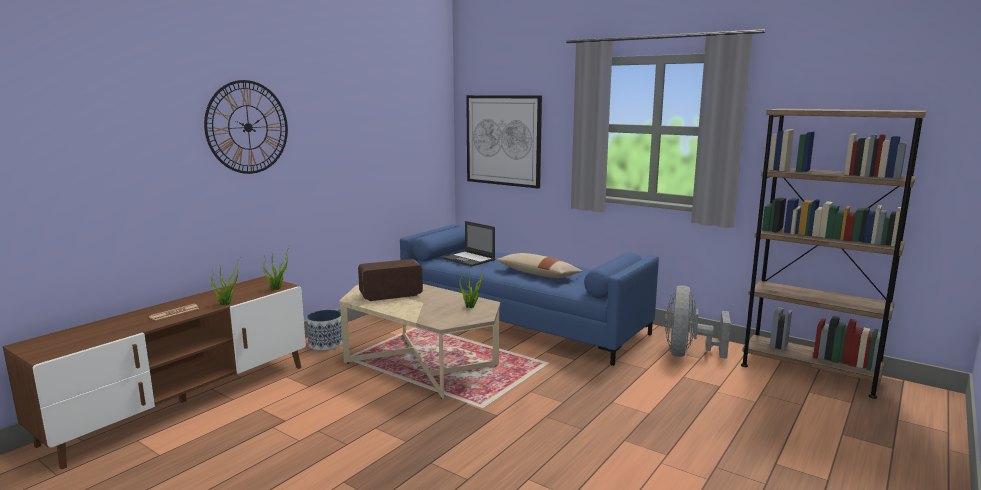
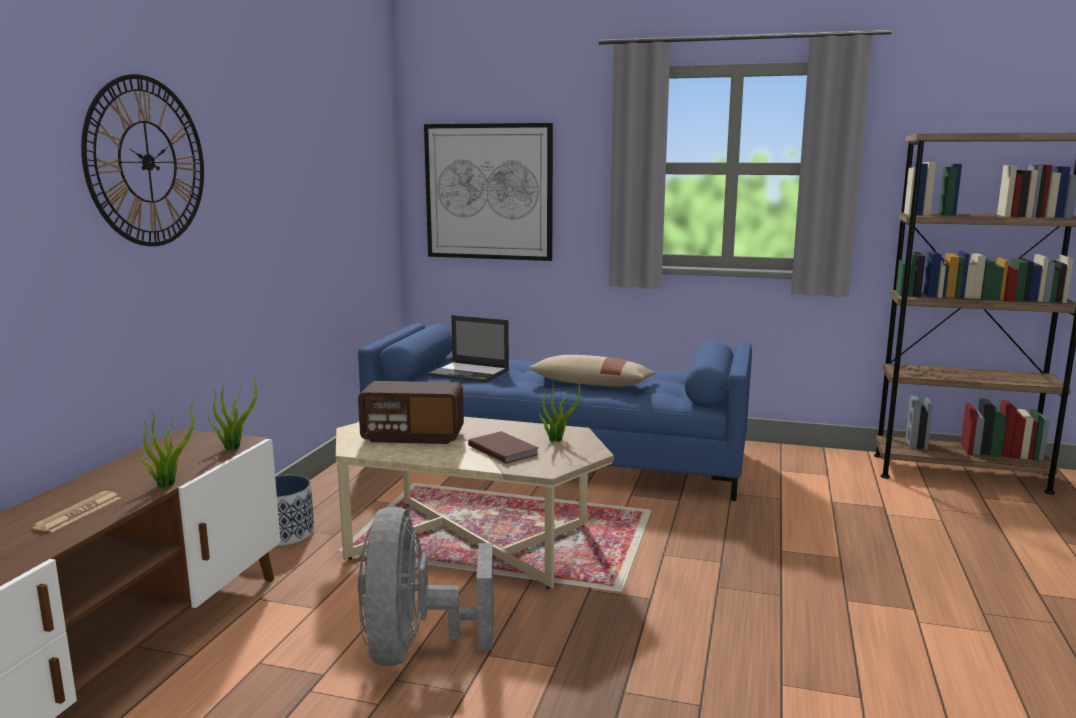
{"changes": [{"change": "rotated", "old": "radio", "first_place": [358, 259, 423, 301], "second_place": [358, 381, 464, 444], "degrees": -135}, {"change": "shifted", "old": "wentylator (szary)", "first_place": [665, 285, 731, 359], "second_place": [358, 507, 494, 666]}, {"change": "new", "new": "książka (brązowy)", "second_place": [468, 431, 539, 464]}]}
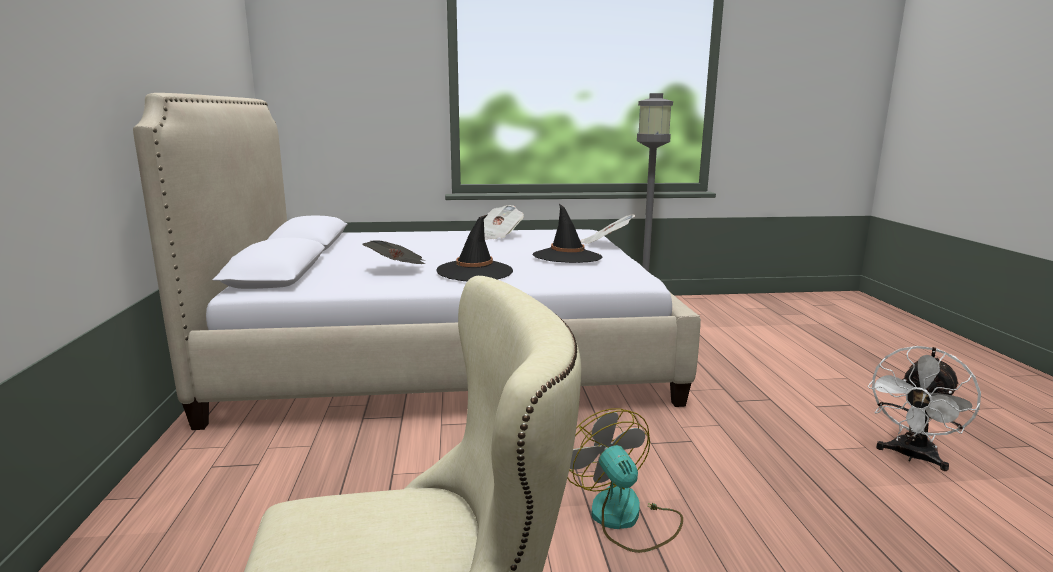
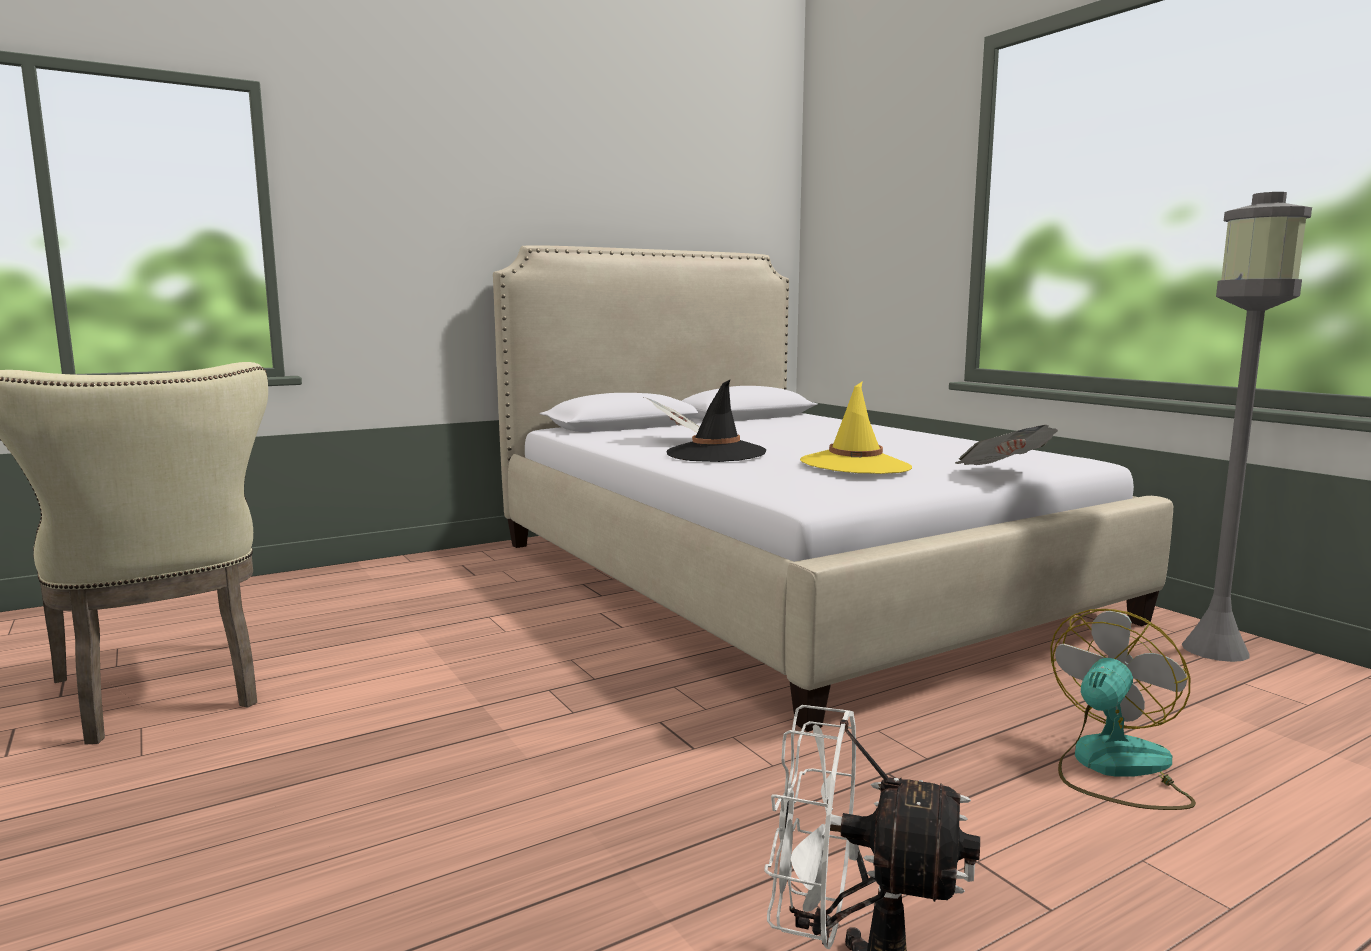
{"changes": [{"change": "gone", "old": "gazeta", "first_place": [484, 205, 524, 240]}, {"change": "repainted", "old": "kapelusz (czarny)", "new": "kapelusz (żółty)", "first_place": [532, 203, 603, 263], "second_place": [800, 381, 912, 474]}, {"change": "shifted", "old": "wentylator", "first_place": [567, 408, 683, 553], "second_place": [1050, 609, 1196, 810]}]}
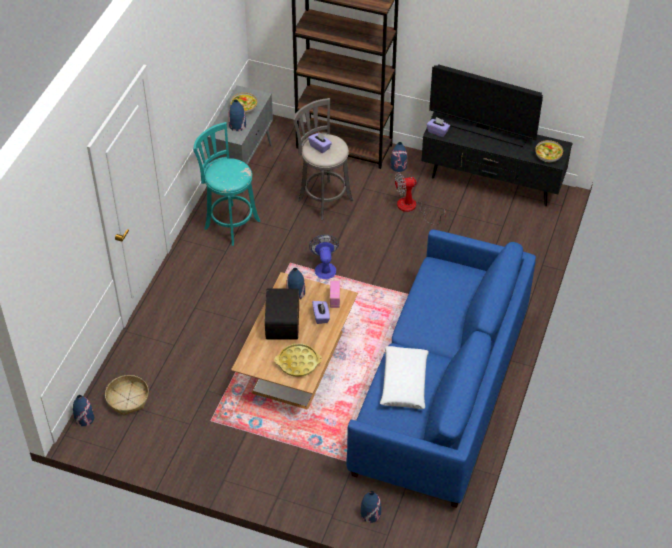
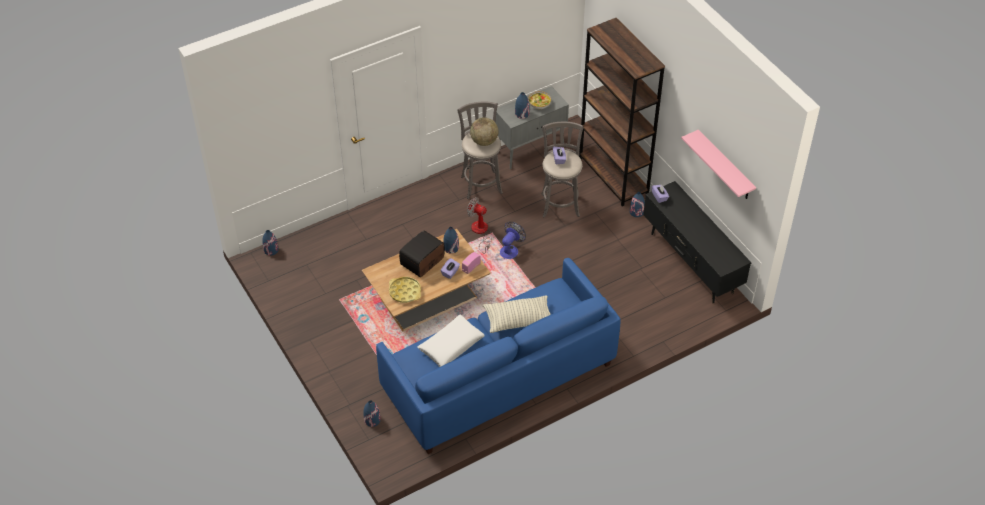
{"changes": [{"change": "gone", "old": "koszyk", "first_place": [105, 375, 149, 416]}, {"change": "repainted", "old": "stołek (turkusowy)", "new": "stołek (szary)", "first_place": [193, 122, 261, 246], "second_place": [457, 101, 503, 199]}, {"change": "shifted", "old": "wentylator", "first_place": [394, 172, 446, 225], "second_place": [467, 197, 492, 254]}, {"change": "gone", "old": "telewizor", "first_place": [429, 64, 543, 147]}, {"change": "gone", "old": "miska", "first_place": [535, 140, 563, 162]}, {"change": "new", "new": "globus", "second_place": [470, 117, 498, 146]}, {"change": "new", "new": "poduszka", "second_place": [483, 295, 551, 333]}, {"change": "new", "new": "półka (różowy)", "second_place": [681, 129, 756, 199]}]}
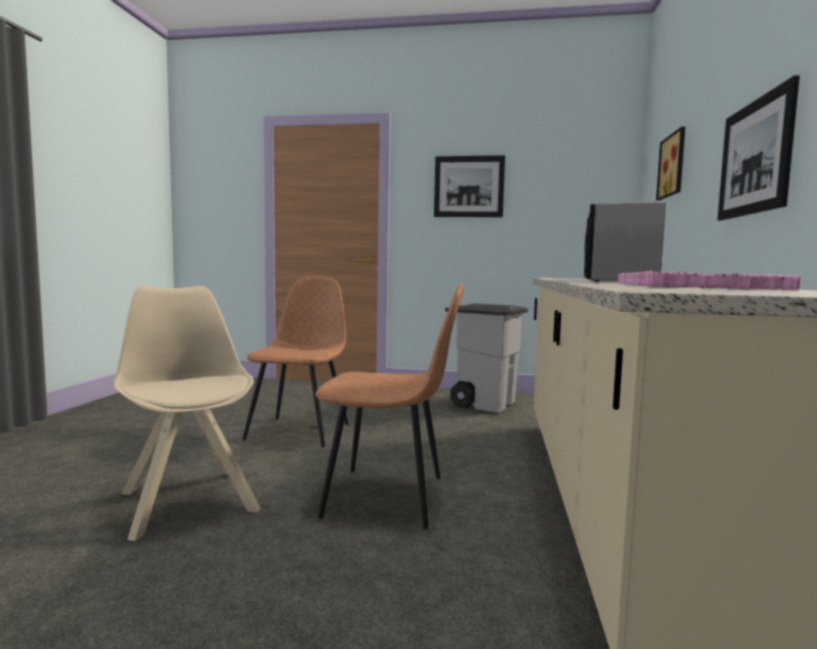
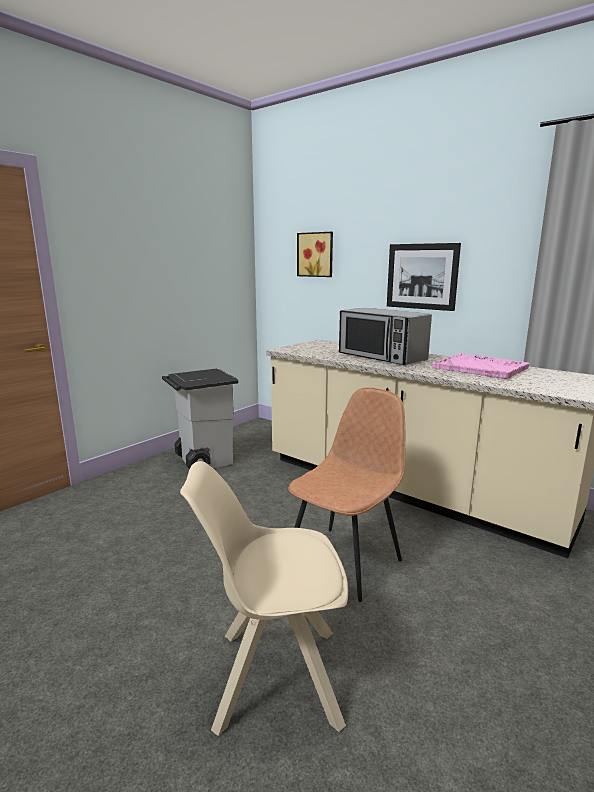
{"changes": [{"change": "gone", "old": "krzesło (brązowy)", "first_place": [242, 276, 349, 447]}, {"change": "gone", "old": "obraz", "first_place": [434, 155, 505, 217]}]}
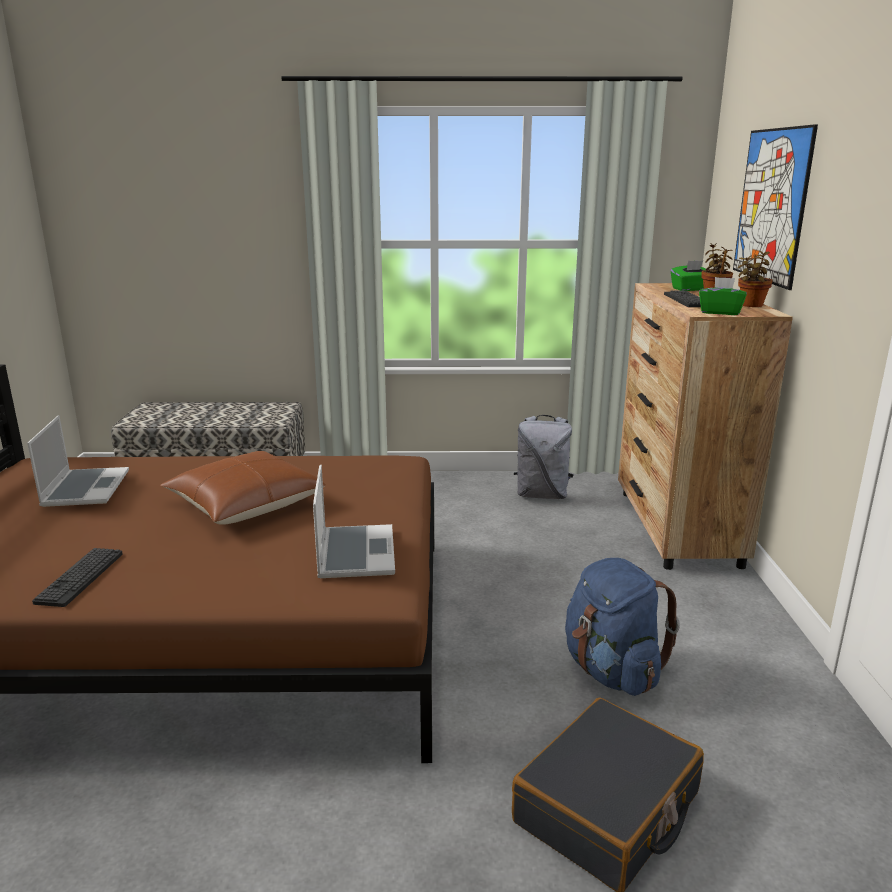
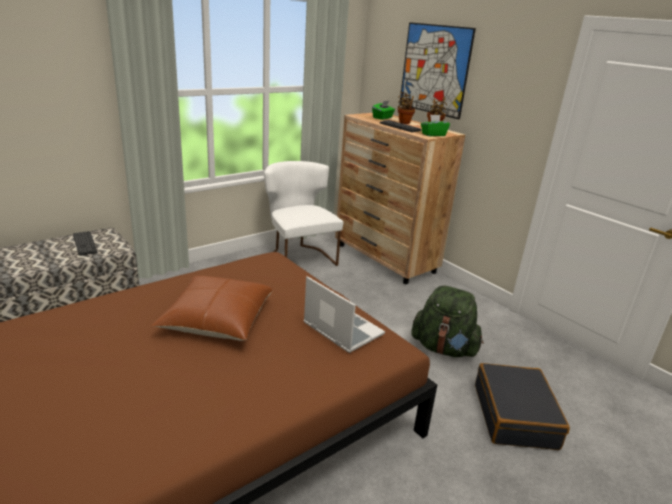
{"changes": [{"change": "gone", "old": "laptop", "first_place": [27, 415, 129, 507]}, {"change": "shifted", "old": "klawiatura", "first_place": [32, 548, 123, 607], "second_place": [73, 231, 98, 256]}, {"change": "swapped", "old": "plecak (szary)", "new": "krzesło (biały)", "first_place": [514, 415, 573, 499], "second_place": [264, 161, 343, 266]}, {"change": "repainted", "old": "plecak (niebieski)", "new": "plecak (zielony)", "first_place": [565, 558, 680, 696], "second_place": [411, 286, 484, 357]}]}
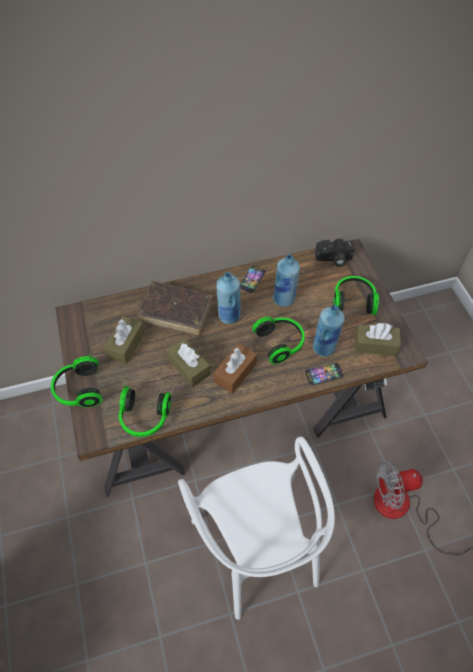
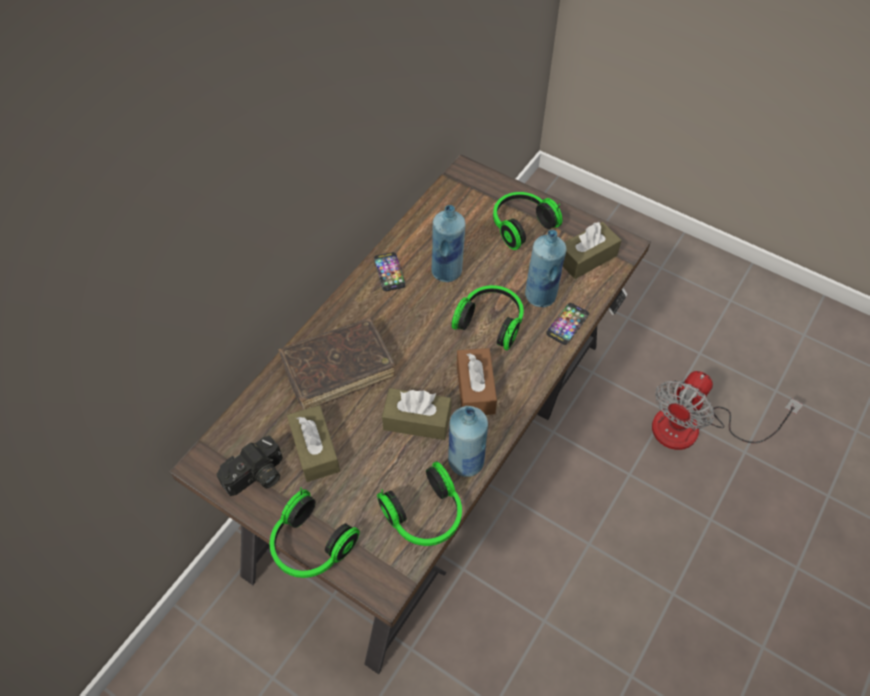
{"changes": [{"change": "gone", "old": "krzesło (biały)", "first_place": [178, 436, 335, 620]}, {"change": "shifted", "old": "butelka (niebieski)", "first_place": [216, 272, 241, 324], "second_place": [448, 406, 488, 477]}, {"change": "shifted", "old": "aparat fotograficzny", "first_place": [315, 239, 354, 267], "second_place": [216, 436, 283, 496]}]}
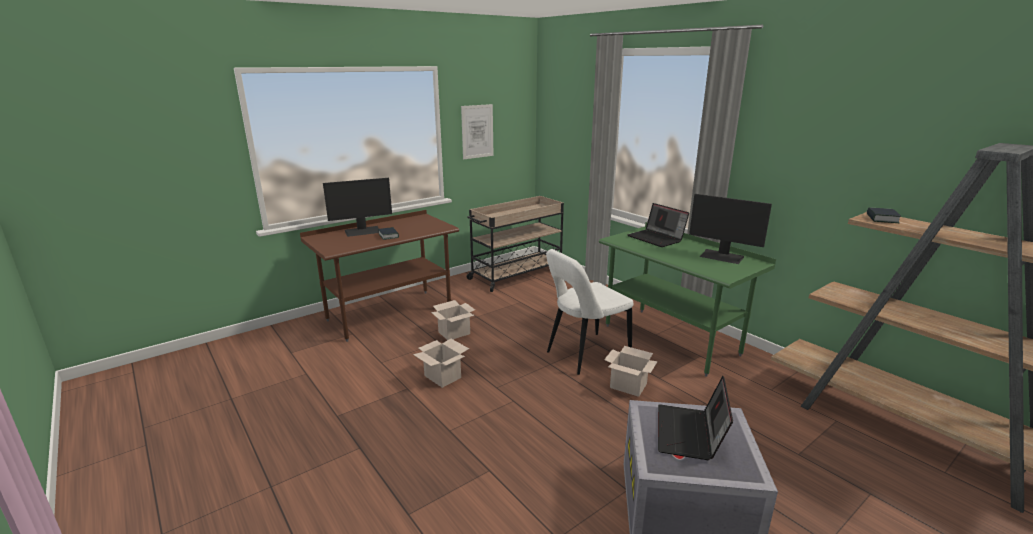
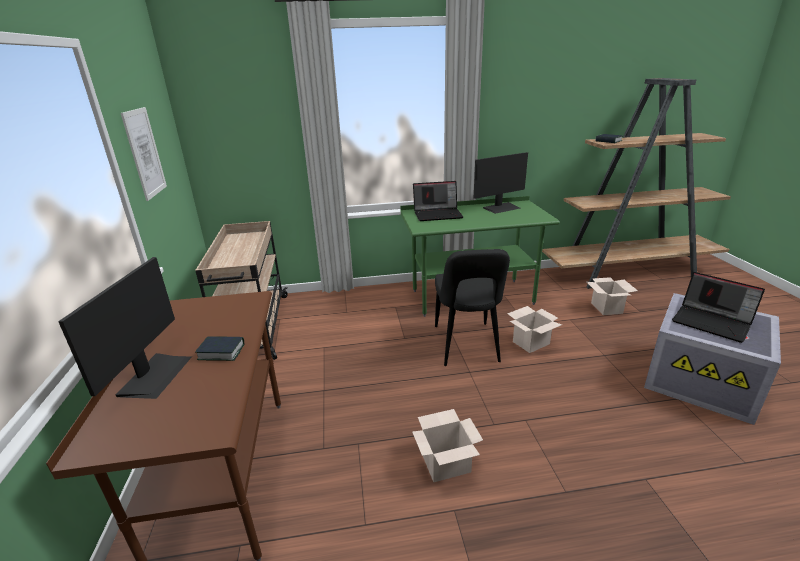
{"changes": [{"change": "shifted", "old": "karton", "first_place": [431, 300, 475, 340], "second_place": [587, 277, 638, 315]}, {"change": "repainted", "old": "krzesło (biały)", "new": "krzesło (czarny)", "first_place": [546, 249, 633, 375], "second_place": [435, 249, 510, 366]}]}
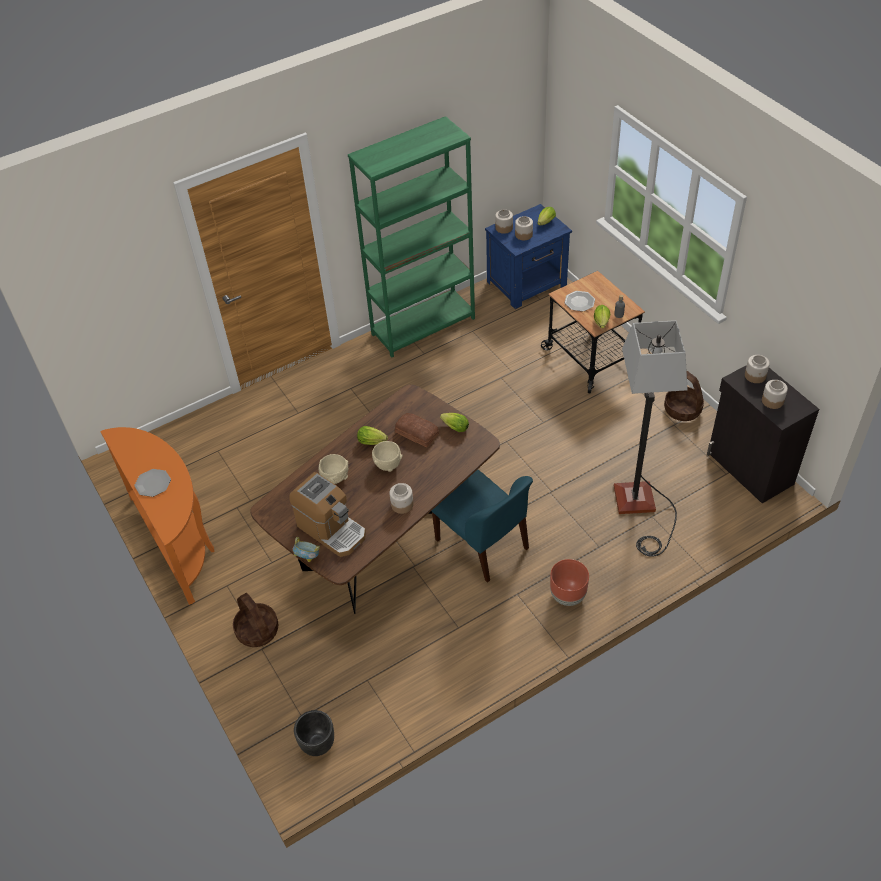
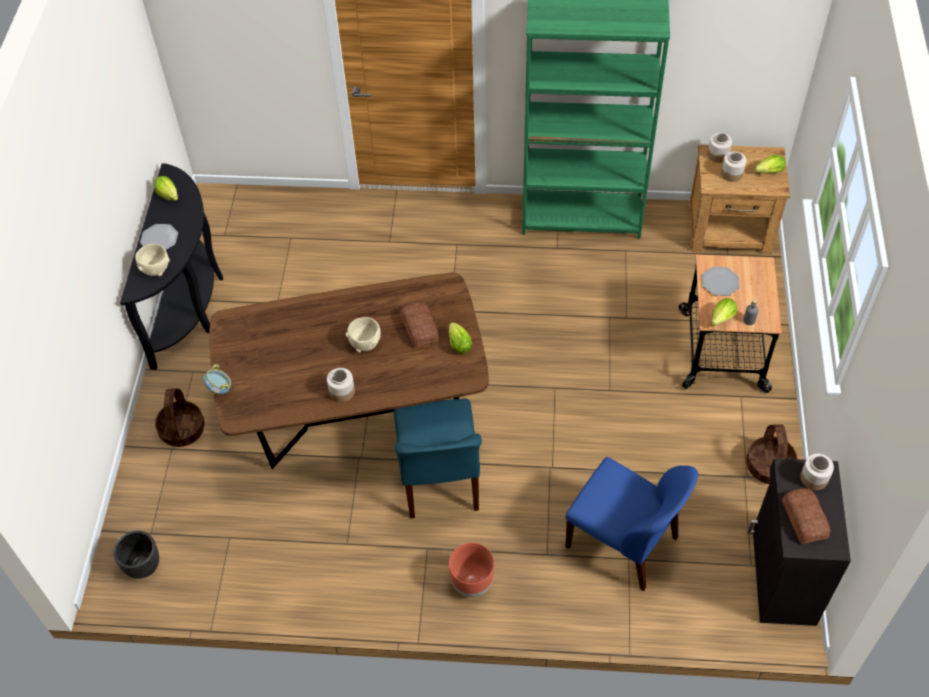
{"changes": [{"change": "repainted", "old": "stolik konsolowy (pomarańczowy)", "new": "stolik konsolowy (czarny)", "first_place": [100, 427, 215, 605], "second_place": [120, 163, 223, 370]}, {"change": "gone", "old": "ekspres do kawy", "first_place": [289, 472, 366, 557]}, {"change": "shifted", "old": "miska (beżowy)", "first_place": [319, 454, 349, 484], "second_place": [135, 244, 170, 276]}, {"change": "shifted", "old": "sałata", "first_place": [357, 426, 388, 445], "second_place": [154, 176, 178, 201]}, {"change": "repainted", "old": "szafka nocna (niebieski)", "new": "szafka nocna (brązowy)", "first_place": [485, 204, 572, 309], "second_place": [689, 145, 790, 254]}, {"change": "swapped", "old": "lampa stojąca", "new": "krzesło (niebieski)", "first_place": [614, 320, 688, 557], "second_place": [565, 457, 699, 591]}, {"change": "swapped", "old": "słoik", "new": "chleb", "first_place": [762, 380, 788, 409], "second_place": [782, 488, 831, 544]}]}
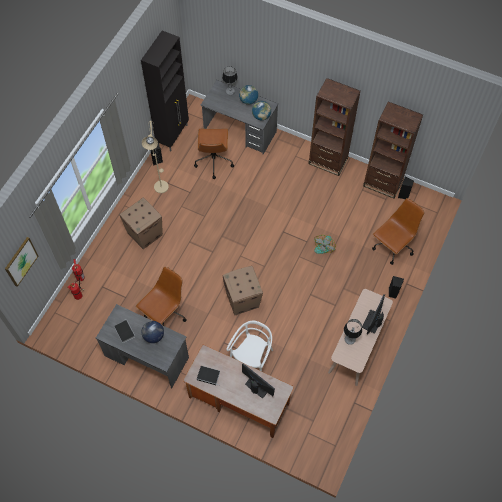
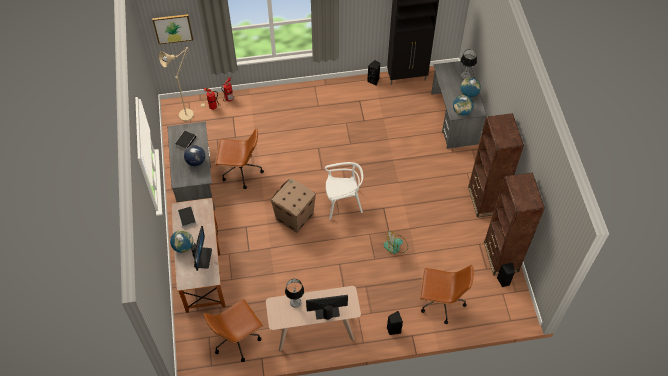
{"changes": [{"change": "gone", "old": "karton", "first_place": [119, 197, 163, 249]}, {"change": "shifted", "old": "lampa stojąca (beżowy)", "first_place": [142, 121, 169, 193], "second_place": [159, 47, 205, 121]}, {"change": "shifted", "old": "krzesło biurowe (brązowy)", "first_place": [194, 129, 234, 179], "second_place": [204, 299, 263, 362]}, {"change": "shifted", "old": "krzesło (biały)", "first_place": [226, 321, 273, 371], "second_place": [325, 162, 363, 219]}, {"change": "new", "new": "globus", "second_place": [170, 230, 193, 253]}]}
